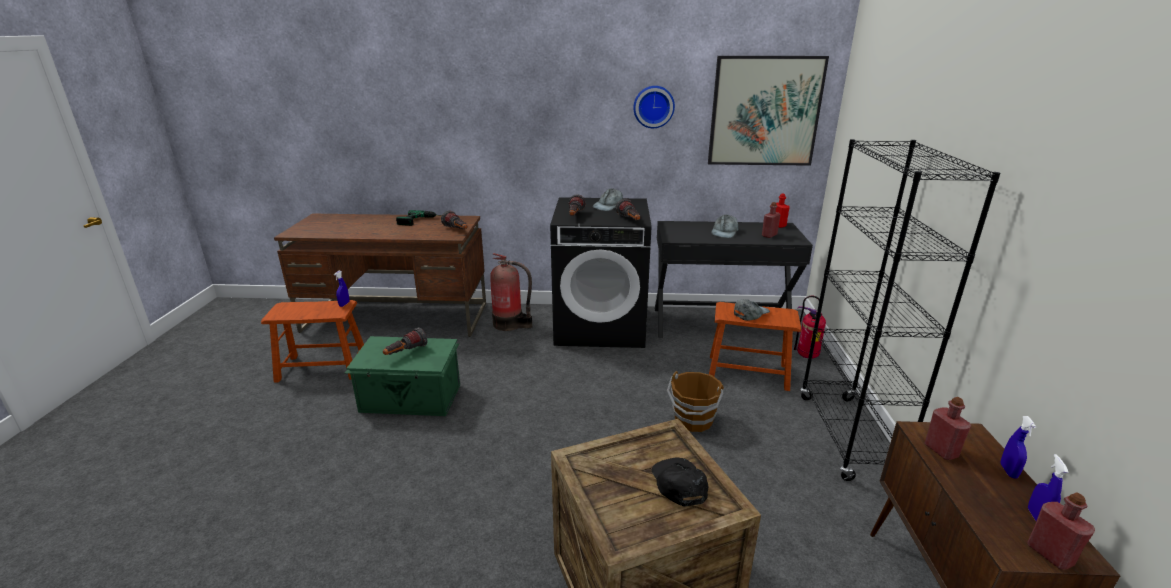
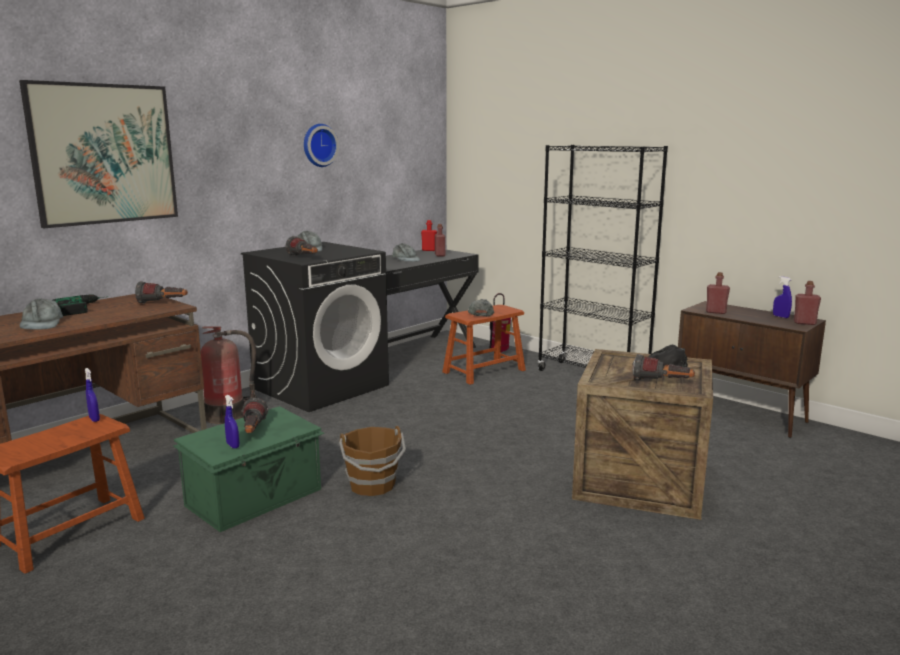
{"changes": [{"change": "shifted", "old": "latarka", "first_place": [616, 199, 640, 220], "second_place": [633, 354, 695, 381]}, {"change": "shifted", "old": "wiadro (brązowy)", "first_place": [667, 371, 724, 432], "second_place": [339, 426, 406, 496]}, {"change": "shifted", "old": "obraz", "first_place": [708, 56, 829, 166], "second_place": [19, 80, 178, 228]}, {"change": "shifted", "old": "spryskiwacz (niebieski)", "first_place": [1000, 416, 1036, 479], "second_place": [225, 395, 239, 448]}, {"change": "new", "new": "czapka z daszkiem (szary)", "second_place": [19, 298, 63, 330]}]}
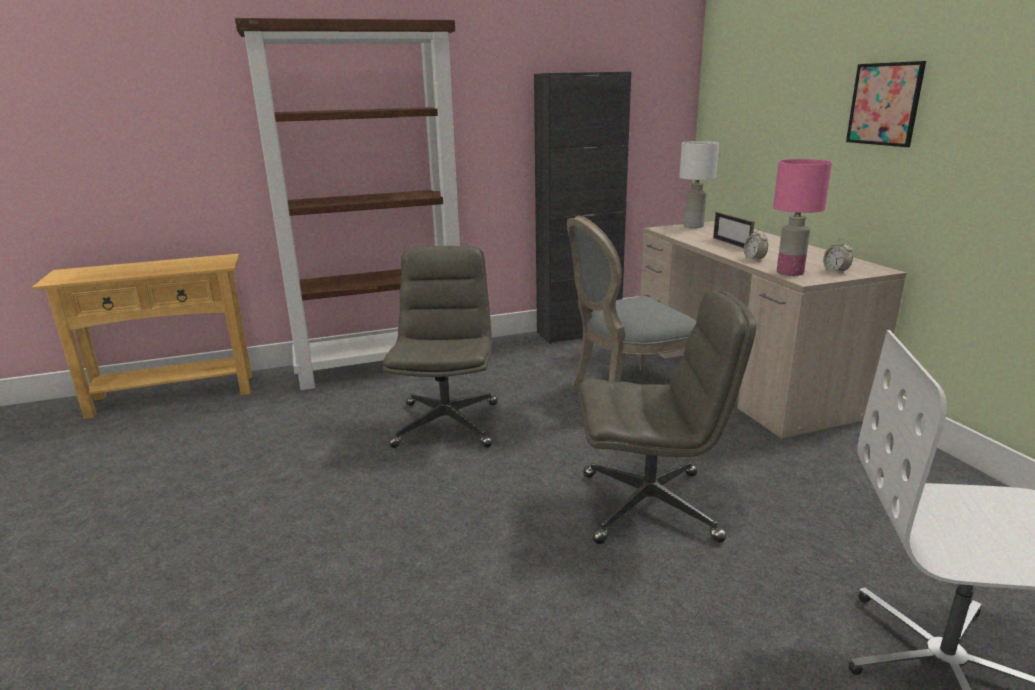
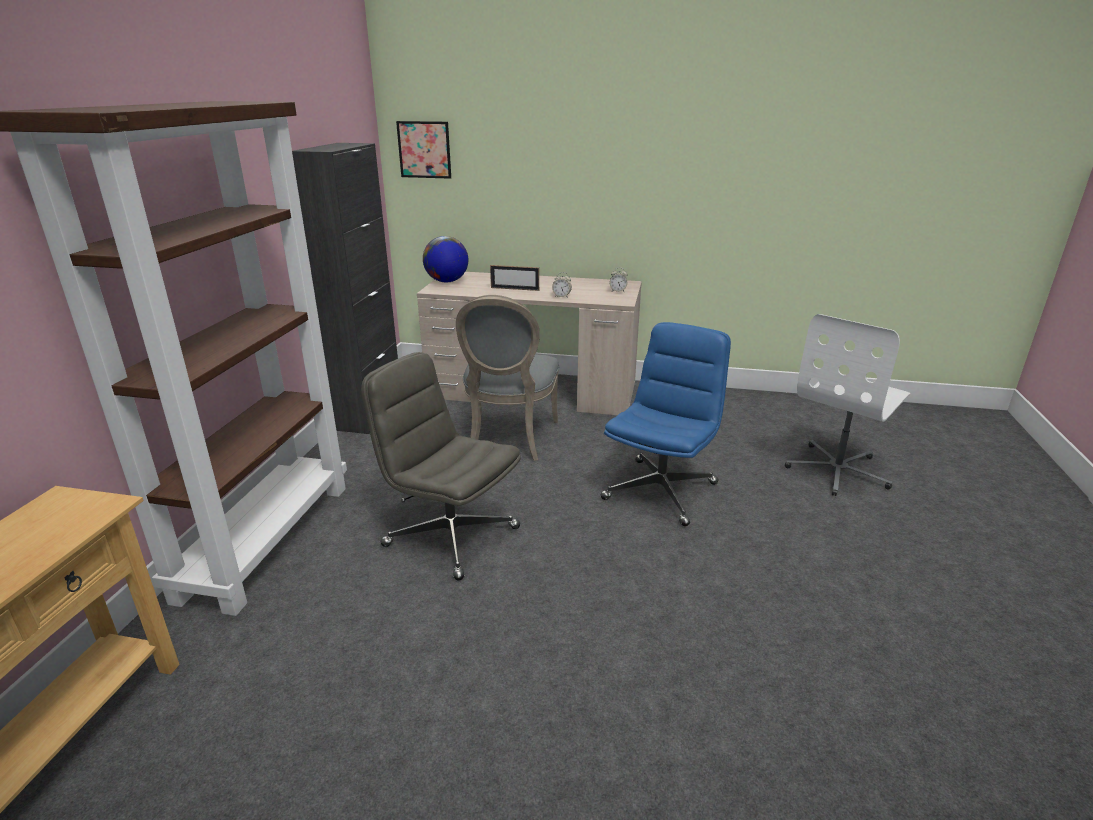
{"changes": [{"change": "repainted", "old": "krzesło biurowe (szary)", "new": "krzesło biurowe (niebieski)", "first_place": [578, 290, 757, 544], "second_place": [601, 322, 731, 526]}, {"change": "swapped", "old": "lampa stołowa (biały)", "new": "globus", "first_place": [679, 141, 719, 228], "second_place": [423, 236, 468, 283]}, {"change": "gone", "old": "lampa stołowa (różowy)", "first_place": [773, 159, 832, 276]}, {"change": "shifted", "old": "obraz", "first_place": [846, 61, 926, 147], "second_place": [396, 121, 451, 179]}]}
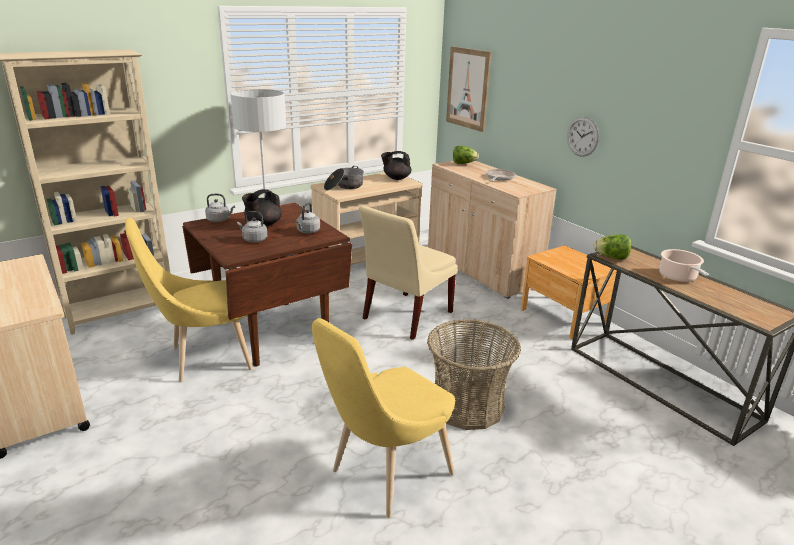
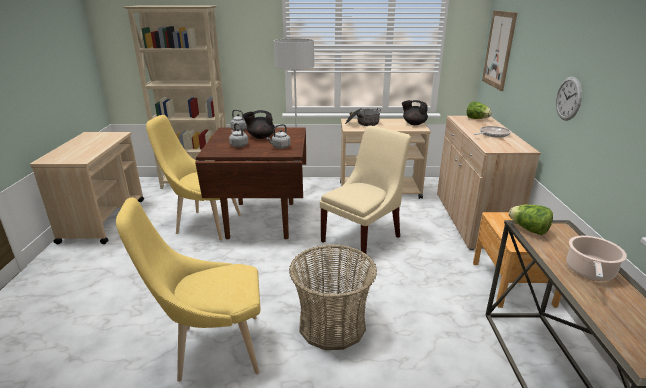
{"changes": [{"change": "rotated", "old": "krzesło (beżowy)", "first_place": [359, 206, 458, 340], "second_place": [320, 126, 411, 261], "degrees": 150}]}
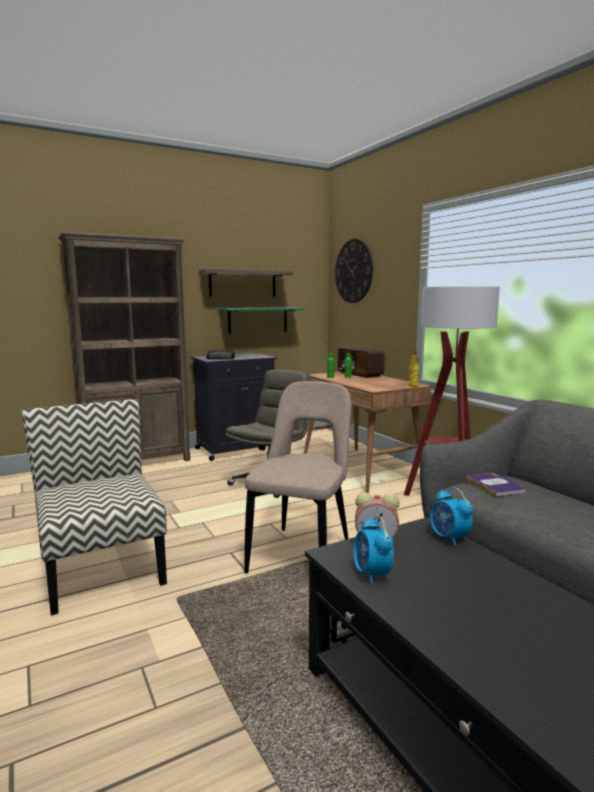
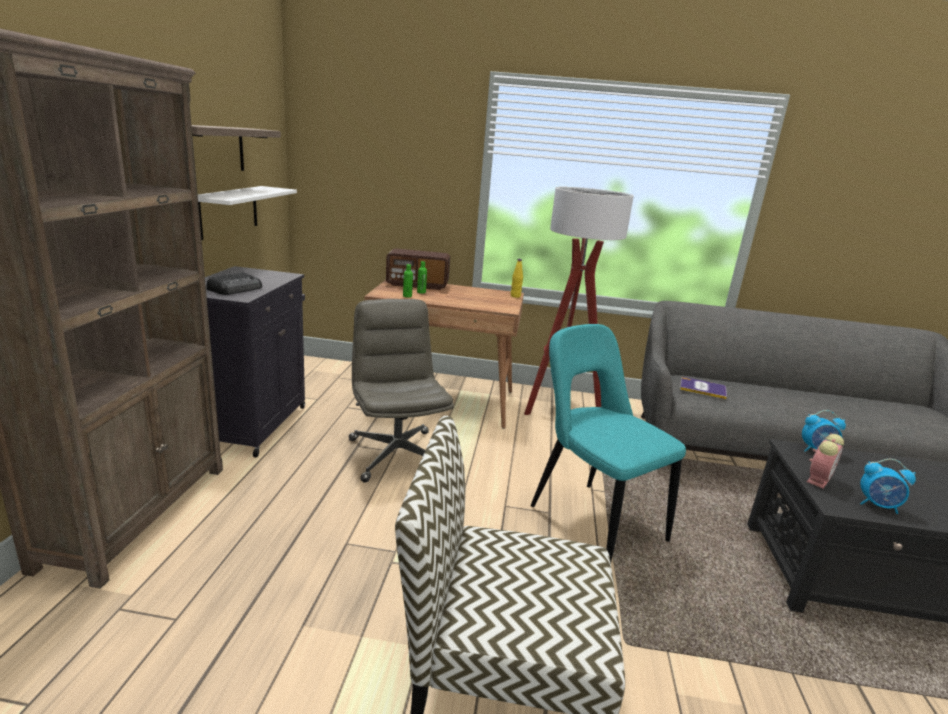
{"changes": [{"change": "repainted", "old": "półka (zielony)", "new": "półka (biały)", "first_place": [219, 307, 306, 334], "second_place": [198, 186, 297, 240]}, {"change": "repainted", "old": "krzesło (beżowy)", "new": "krzesło (turkusowy)", "first_place": [244, 381, 352, 573], "second_place": [530, 324, 686, 562]}, {"change": "gone", "old": "zegar ścienny", "first_place": [335, 239, 373, 303]}]}
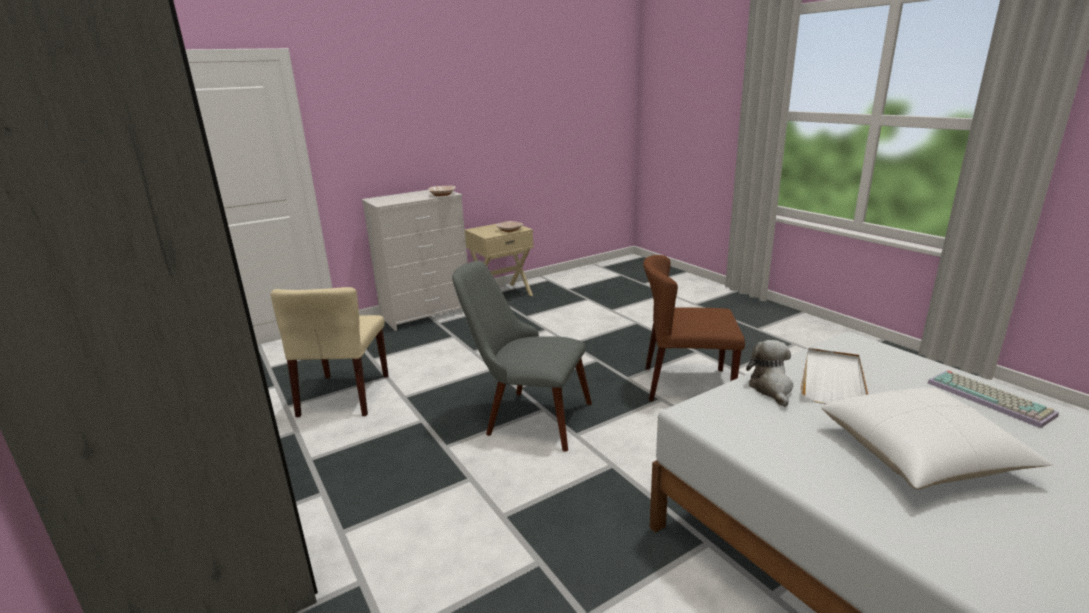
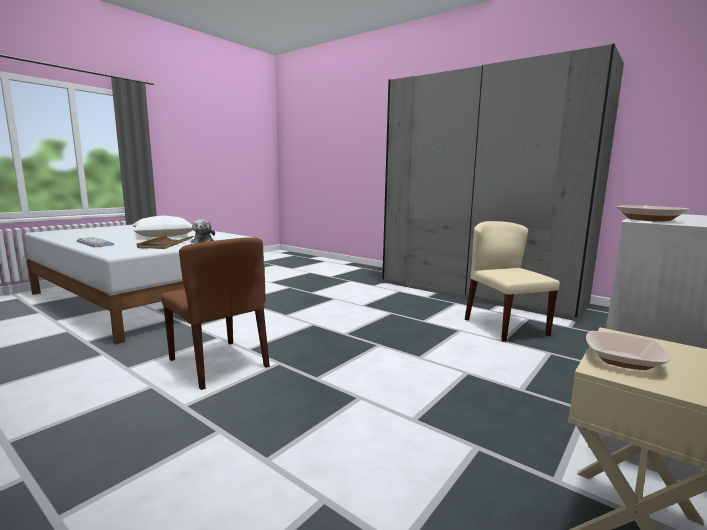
{"changes": [{"change": "gone", "old": "krzesło (szary)", "first_place": [452, 261, 592, 452]}, {"change": "rotated", "old": "krzesło (brązowy)", "first_place": [643, 255, 745, 401], "second_place": [161, 237, 270, 390], "degrees": 60}, {"change": "repainted", "old": "taca (biały)", "new": "taca (brązowy)", "first_place": [800, 348, 868, 404], "second_place": [137, 235, 193, 249]}]}
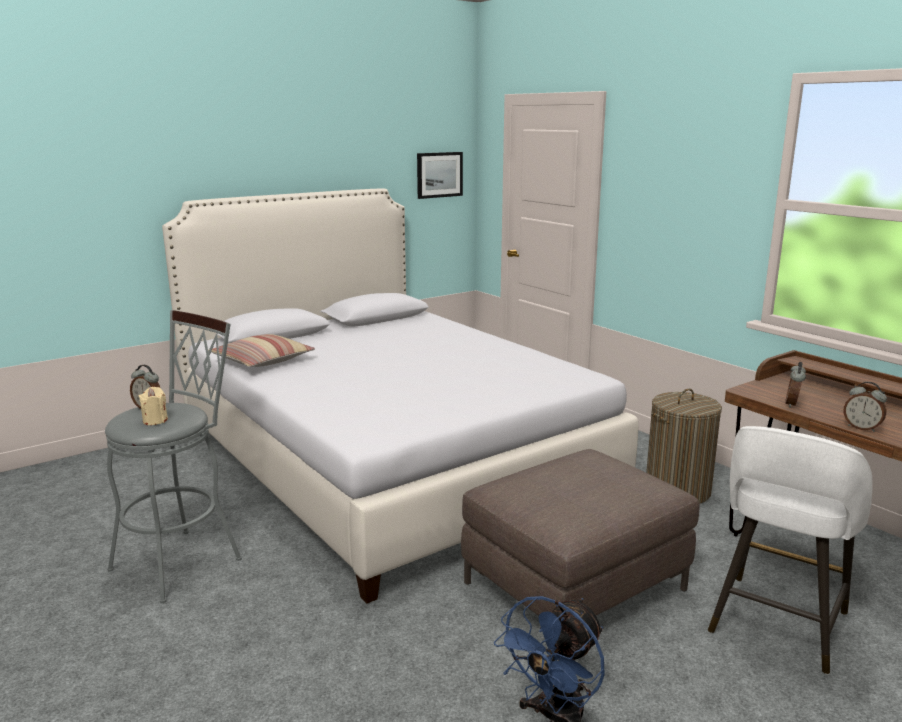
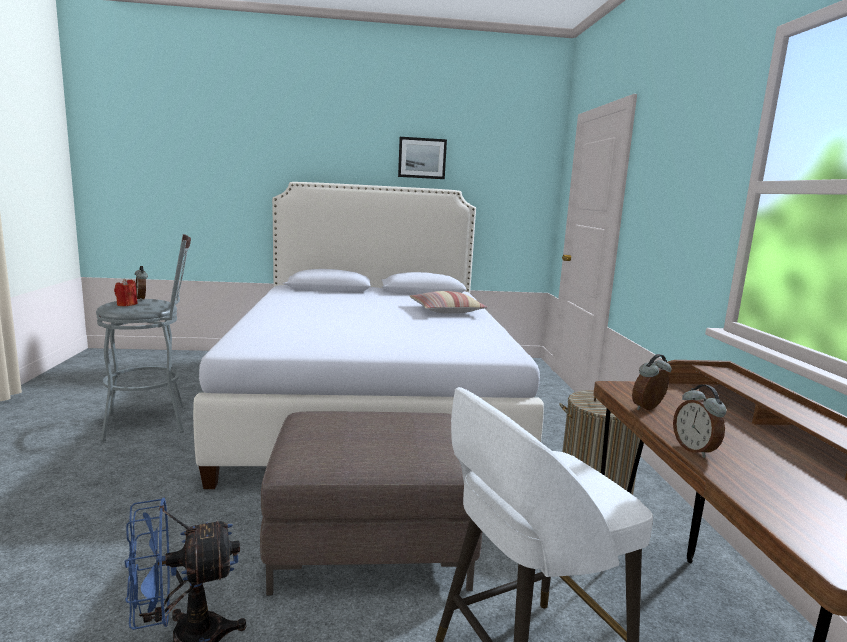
{"changes": [{"change": "repainted", "old": "świeca (beżowy)", "new": "świeca (czerwony)", "first_place": [139, 387, 168, 425], "second_place": [114, 279, 138, 306]}, {"change": "shifted", "old": "poduszka", "first_place": [208, 334, 315, 367], "second_place": [410, 291, 488, 314]}, {"change": "shifted", "old": "obraz", "first_place": [417, 152, 463, 199], "second_place": [398, 137, 447, 179]}]}
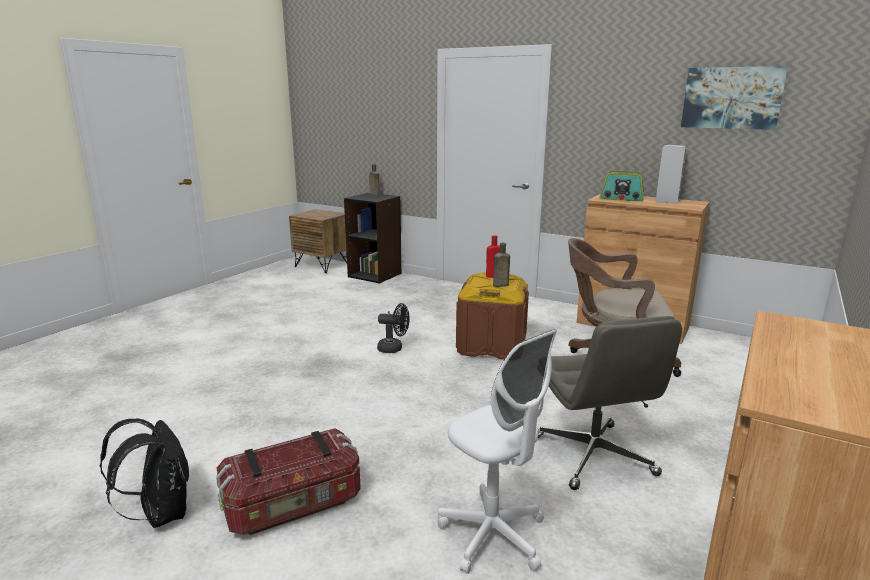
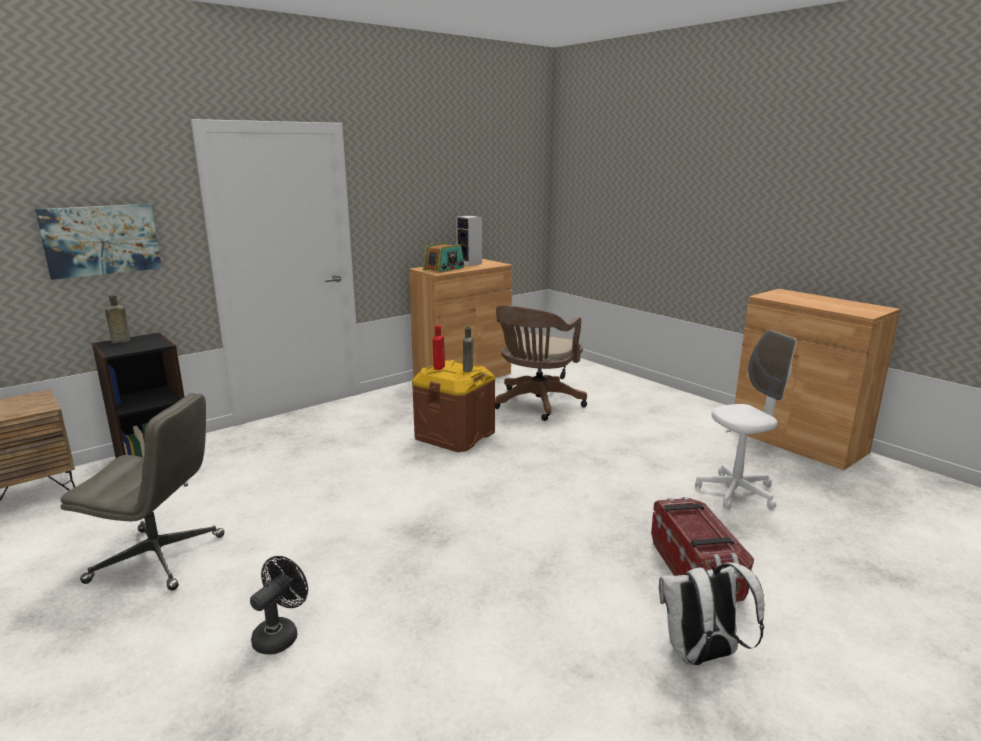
{"changes": [{"change": "repainted", "old": "plecak (czarny)", "new": "plecak (biały)", "first_place": [100, 419, 189, 528], "second_place": [659, 562, 764, 665]}, {"change": "shifted", "old": "wentylator (czarny)", "first_place": [377, 303, 410, 353], "second_place": [250, 556, 308, 654]}, {"change": "shifted", "old": "krzesło biurowe (szary)", "first_place": [537, 316, 682, 490], "second_place": [61, 393, 224, 590]}, {"change": "shifted", "old": "obraz", "first_place": [681, 66, 788, 130], "second_place": [35, 204, 162, 280]}]}
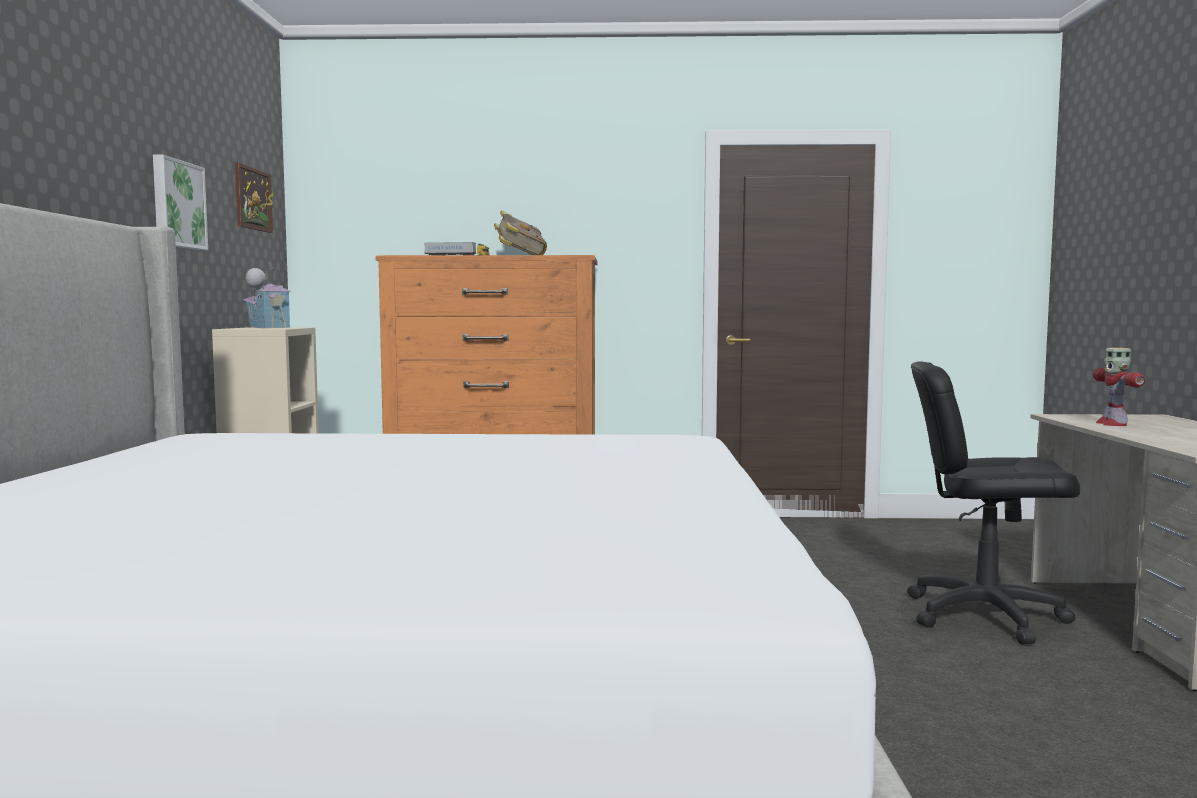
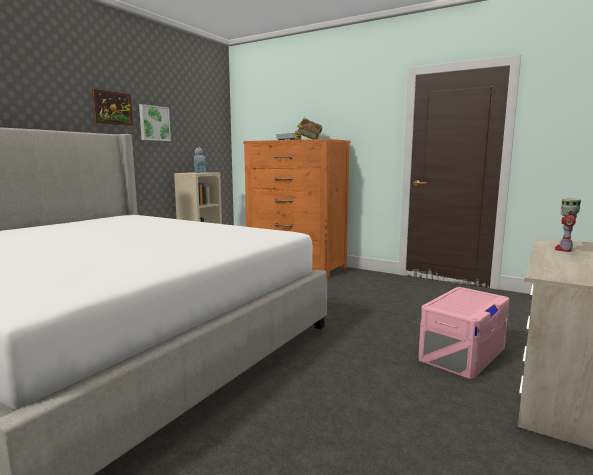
{"changes": [{"change": "shifted", "old": "obraz", "first_place": [235, 162, 274, 233], "second_place": [92, 89, 133, 126]}, {"change": "swapped", "old": "krzesło biurowe (czarny)", "new": "pojemnik do przechowywania (różowy)", "first_place": [907, 361, 1080, 644], "second_place": [419, 287, 510, 379]}]}
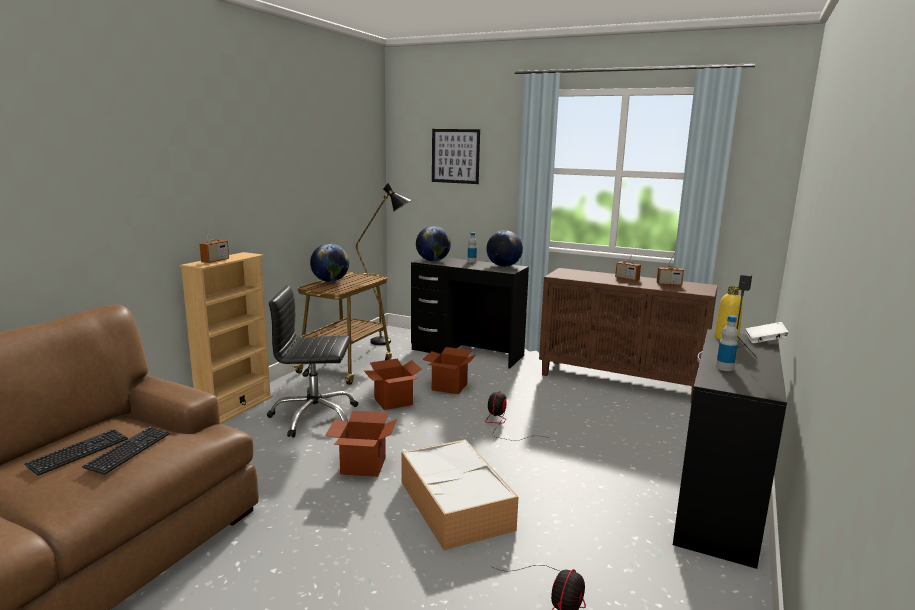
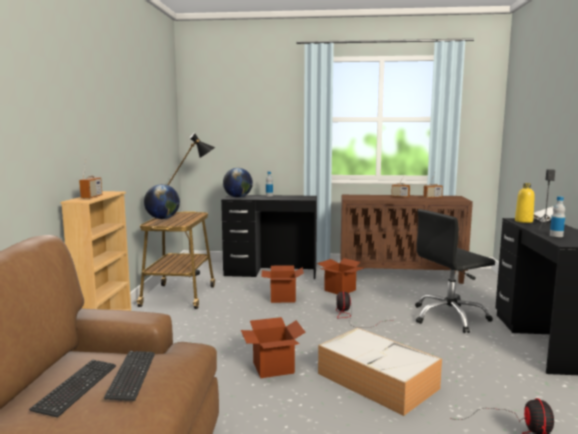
{"changes": [{"change": "shifted", "old": "krzesło biurowe (czarny)", "first_place": [267, 285, 358, 438], "second_place": [415, 209, 495, 333]}, {"change": "shifted", "old": "karton", "first_place": [364, 358, 422, 410], "second_place": [317, 258, 364, 294]}, {"change": "gone", "old": "obraz", "first_place": [432, 129, 480, 184]}, {"change": "gone", "old": "globus", "first_place": [486, 230, 523, 267]}]}
